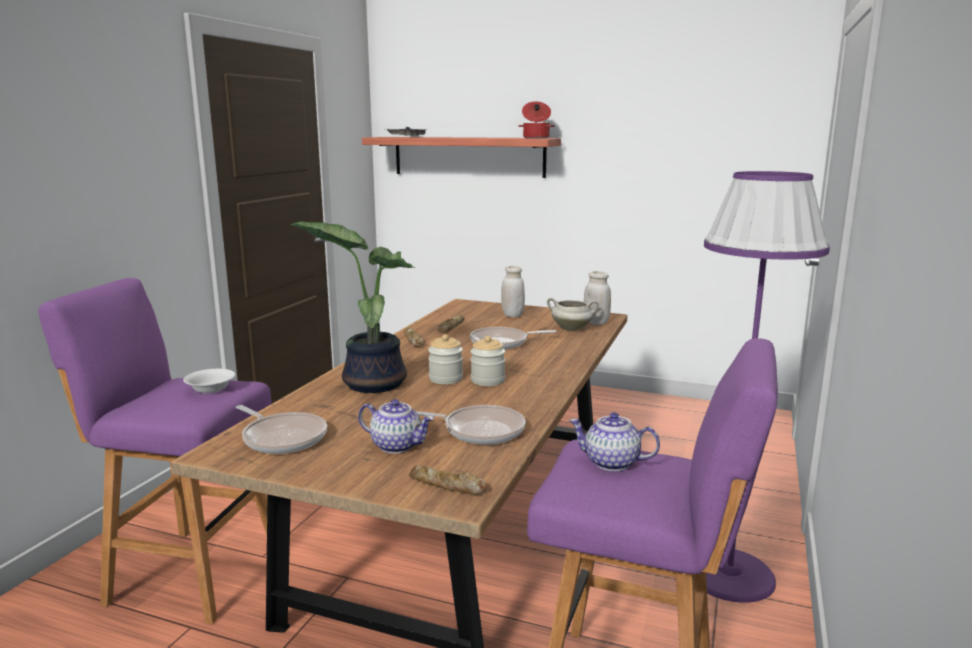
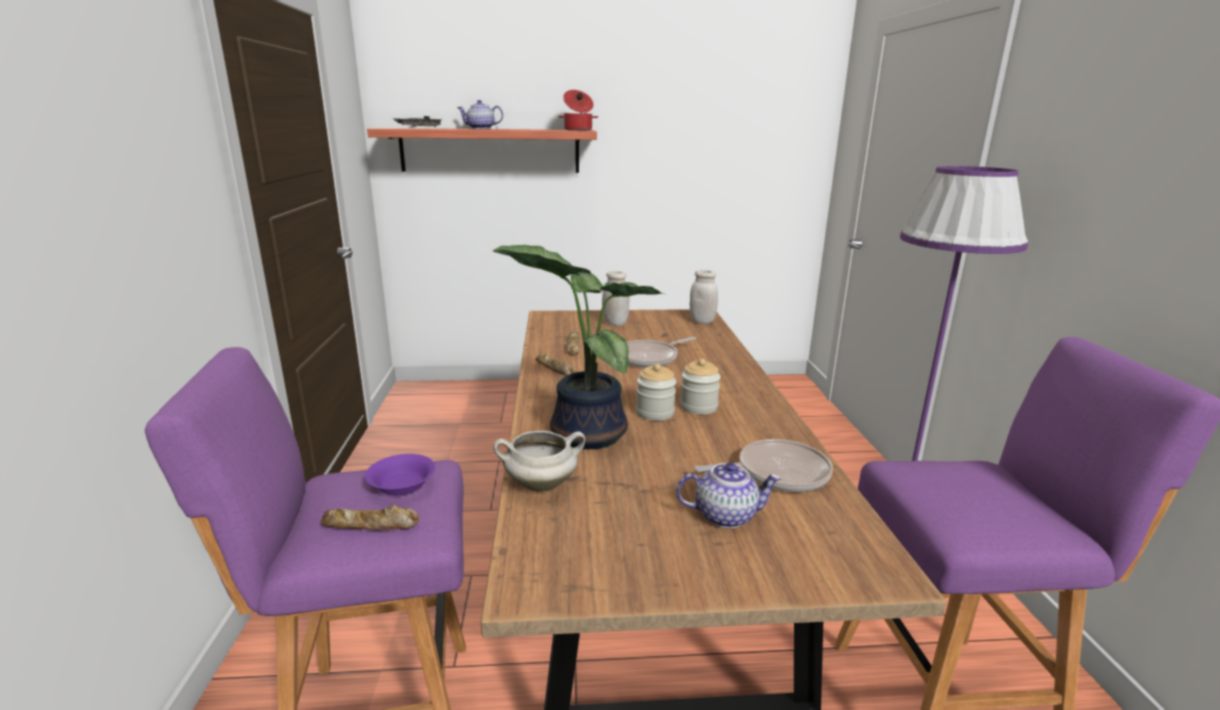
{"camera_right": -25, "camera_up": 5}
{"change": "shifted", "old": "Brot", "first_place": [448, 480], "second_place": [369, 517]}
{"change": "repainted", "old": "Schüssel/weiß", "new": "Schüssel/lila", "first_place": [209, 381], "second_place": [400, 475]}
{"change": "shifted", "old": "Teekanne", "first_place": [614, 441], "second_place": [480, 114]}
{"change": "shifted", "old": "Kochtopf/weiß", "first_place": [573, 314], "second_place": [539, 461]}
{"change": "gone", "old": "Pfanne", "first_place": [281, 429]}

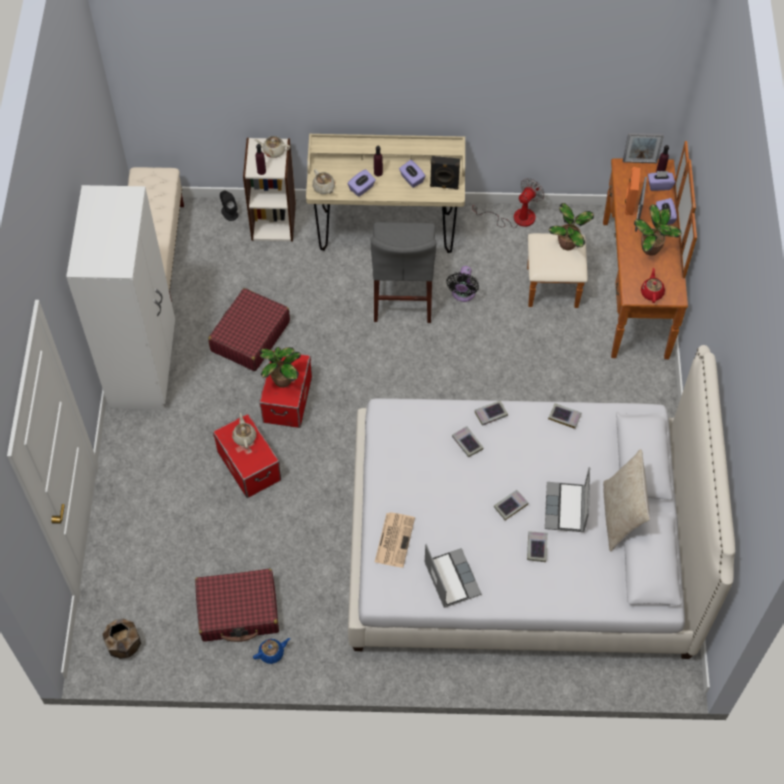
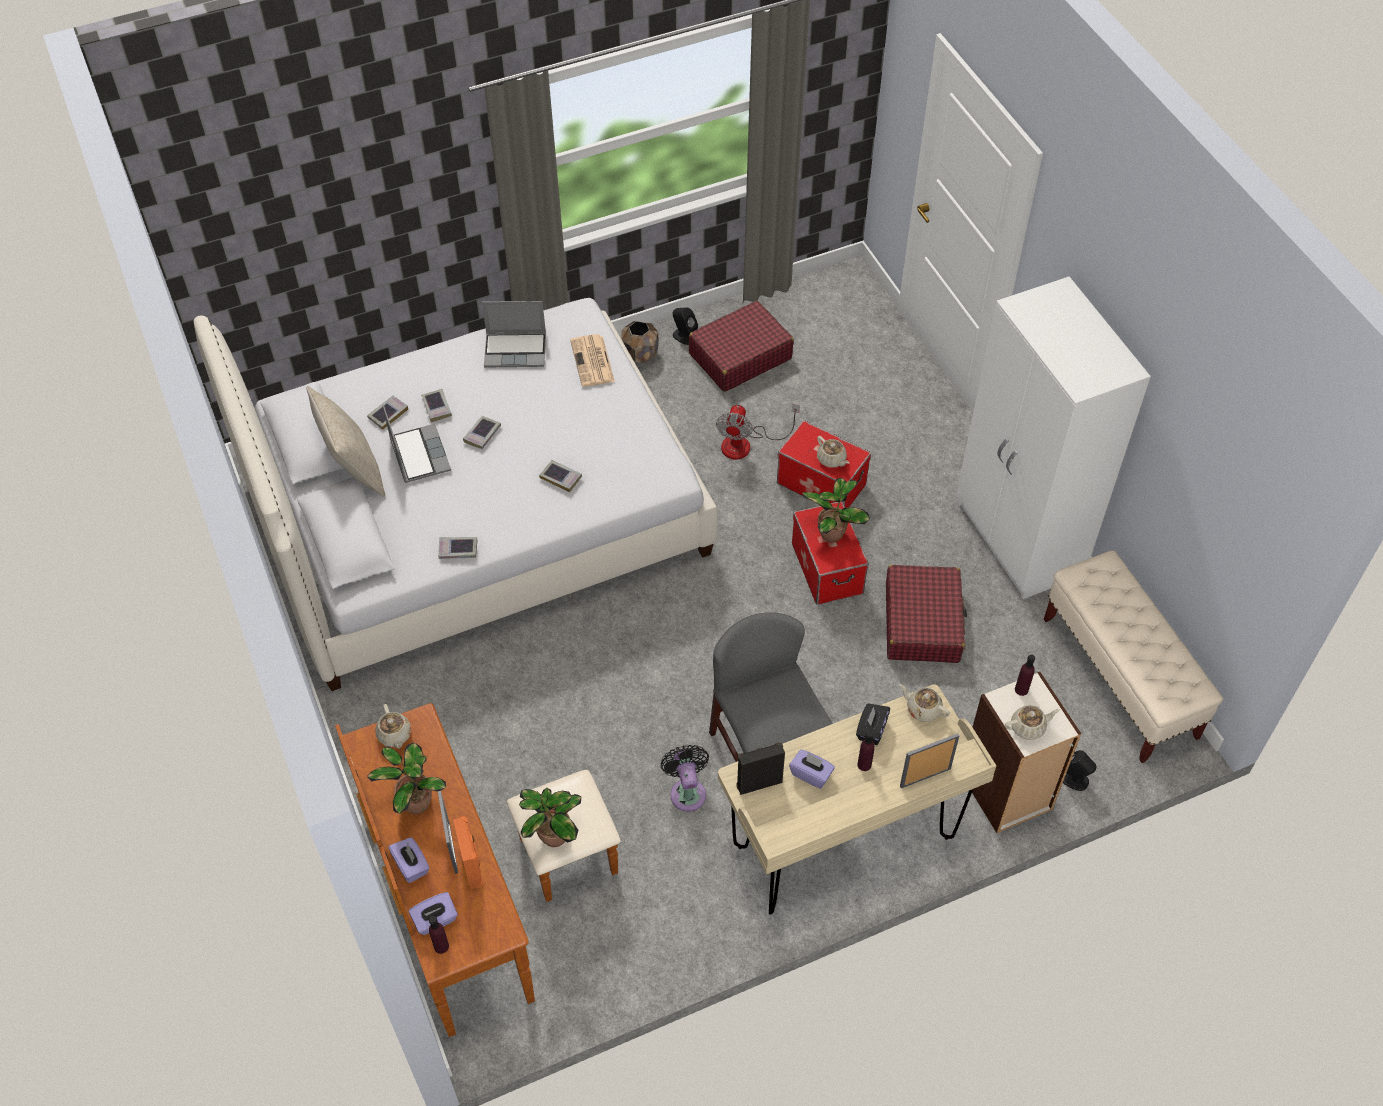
{"camera_right": 155, "camera_up": -5}
{"change": "shifted", "old": "Buch", "first_place": [491, 413], "second_place": [387, 413]}
{"change": "repainted", "old": "Teekanne/rot", "new": "Teekanne/beige", "first_place": [653, 285], "second_place": [393, 726]}
{"change": "rotated", "old": "Laptop", "first_place": [453, 576], "second_place": [514, 334], "degrees": -45}
{"change": "shifted", "old": "Pflanzkübel/braun", "first_place": [122, 639], "second_place": [640, 342]}
{"change": "swapped", "old": "Teekanne/blau", "new": "Lautsprecher/schwarz", "first_place": [271, 651], "second_place": [685, 326]}
{"change": "shifted", "old": "Ventilator", "first_place": [508, 203], "second_place": [758, 432]}
{"change": "repainted", "old": "Taschentuchbox/lila", "new": "Taschentuchbox/schwarz", "first_place": [361, 183], "second_place": [873, 724]}
{"change": "shifted", "old": "Bilderrahmen", "first_place": [643, 148], "second_place": [929, 760]}

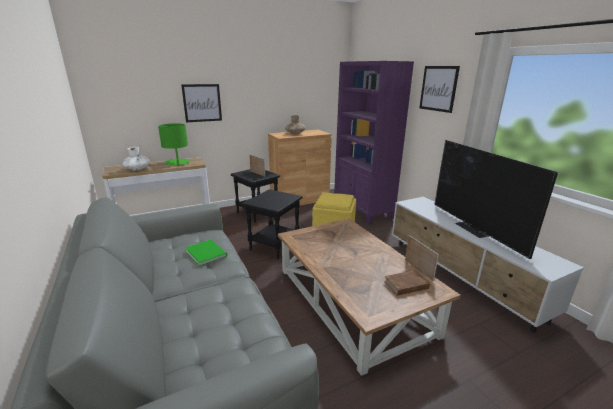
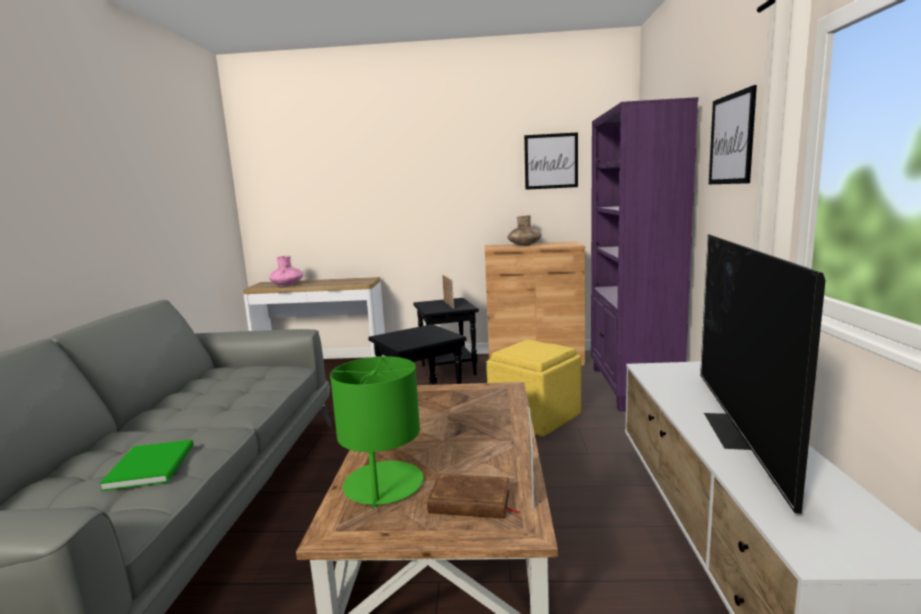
{"camera_right": 30, "camera_up": -10}
{"change": "shifted", "old": "Buch/grün", "first_place": [206, 252], "second_place": [146, 465]}
{"change": "repainted", "old": "Vase/weiß", "new": "Vase/rosa", "first_place": [136, 158], "second_place": [286, 271]}
{"change": "shifted", "old": "Tischlampe/grün", "first_place": [174, 144], "second_place": [377, 433]}
{"change": "shifted", "old": "Bild", "first_place": [201, 103], "second_place": [551, 161]}

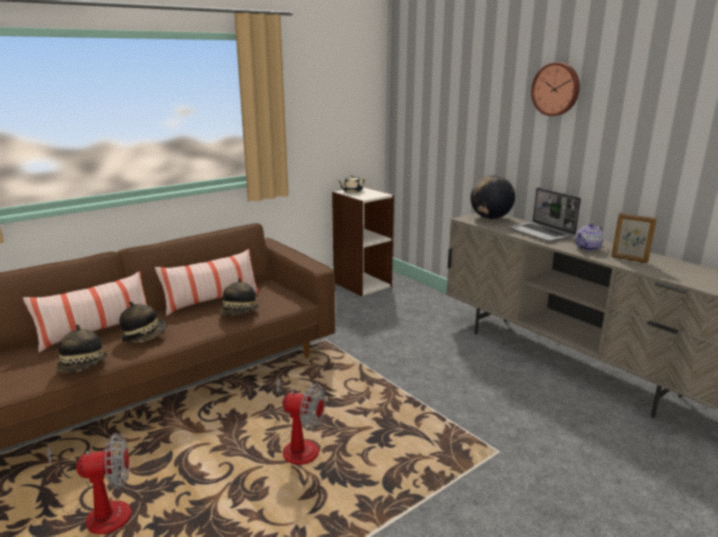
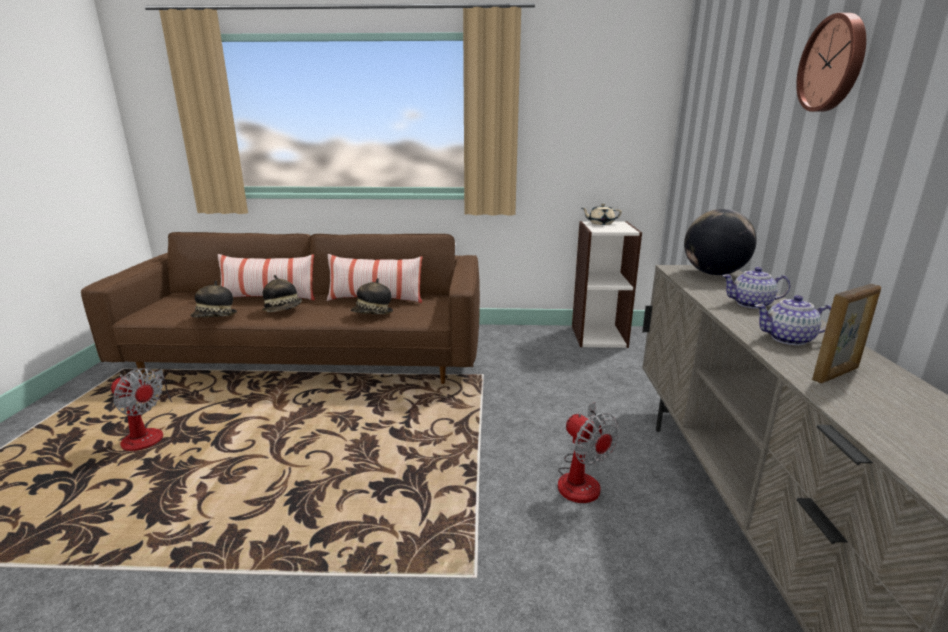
{"camera_right": 40, "camera_up": 0}
{"change": "shifted", "old": "Ventilator", "first_place": [300, 421], "second_place": [588, 452]}
{"change": "swapped", "old": "Laptop", "new": "Teekanne", "first_place": [544, 215], "second_place": [756, 288]}
{"change": "rotated", "old": "Bilderrahmen", "first_place": [634, 238], "second_place": [846, 333], "degrees": -105}

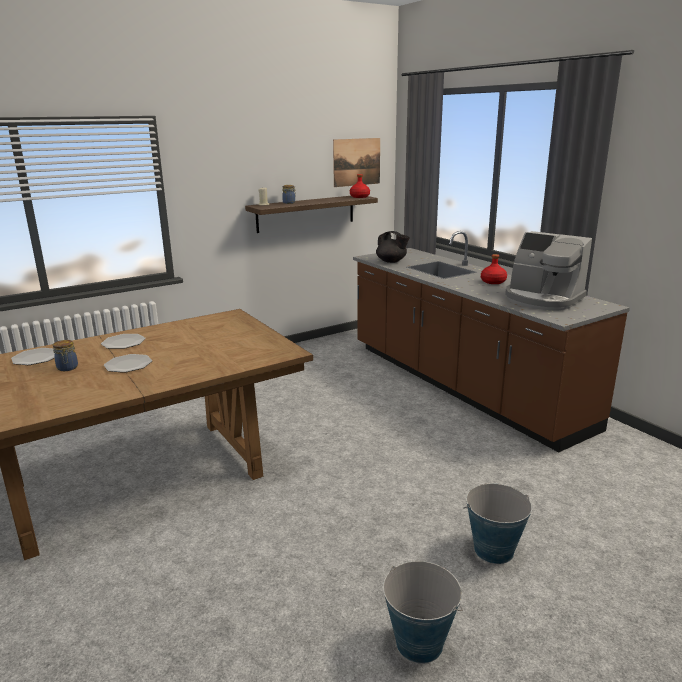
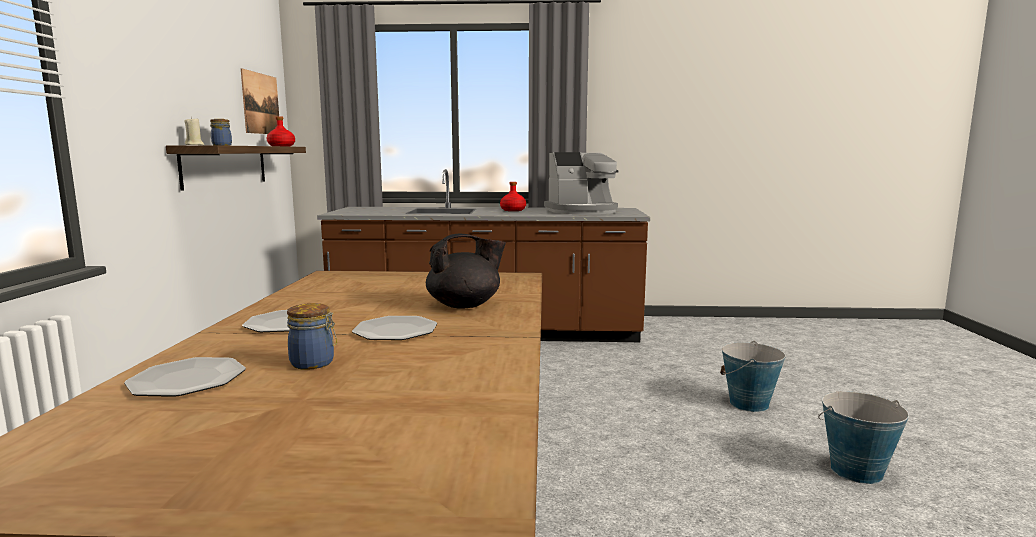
{"camera_right": -55, "camera_up": -10}
{"change": "shifted", "old": "Teekanne/schwarz", "first_place": [393, 247], "second_place": [466, 271]}

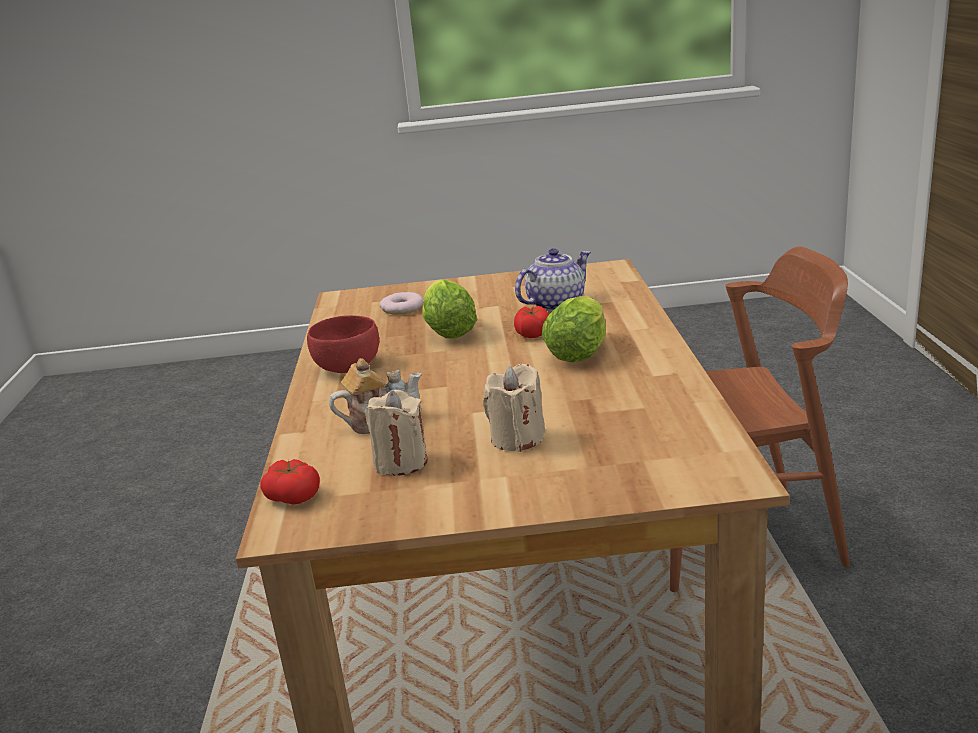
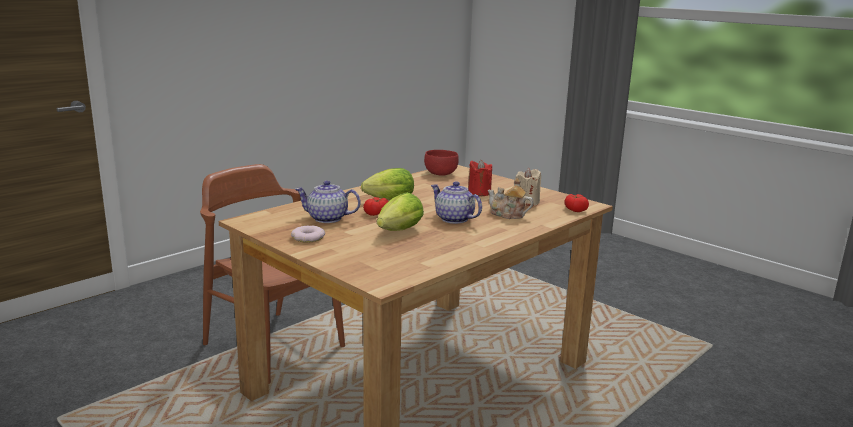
{"camera_right": -135, "camera_up": -5}
{"change": "shifted", "old": "Donut", "first_place": [401, 303], "second_place": [308, 234]}
{"change": "shifted", "old": "Schüssel/rot", "first_place": [343, 344], "second_place": [441, 163]}
{"change": "new", "new": "Teekanne", "second_place": [456, 202]}
{"change": "repainted", "old": "Kerze/beige", "new": "Kerze/rot", "first_place": [514, 408], "second_place": [480, 178]}

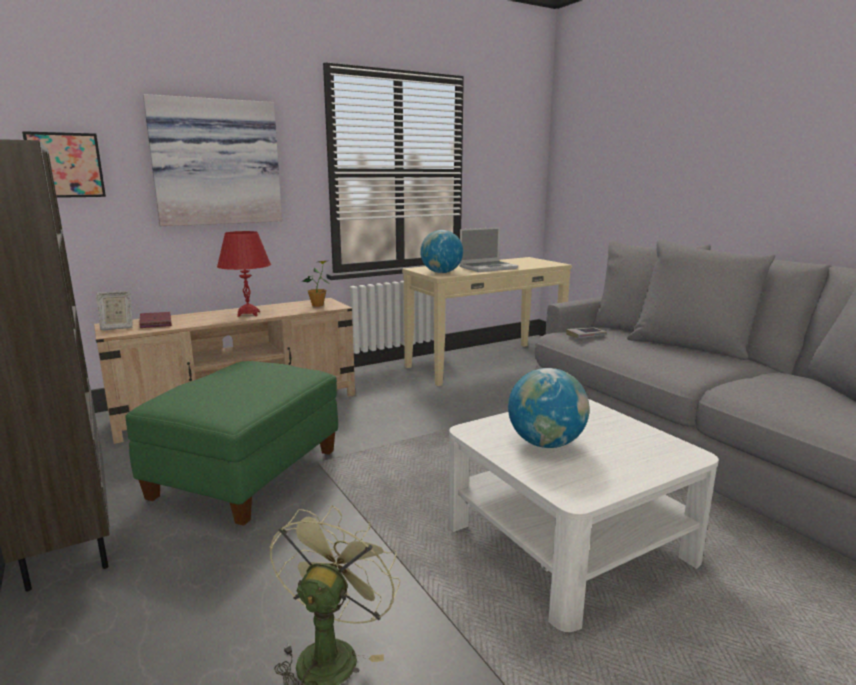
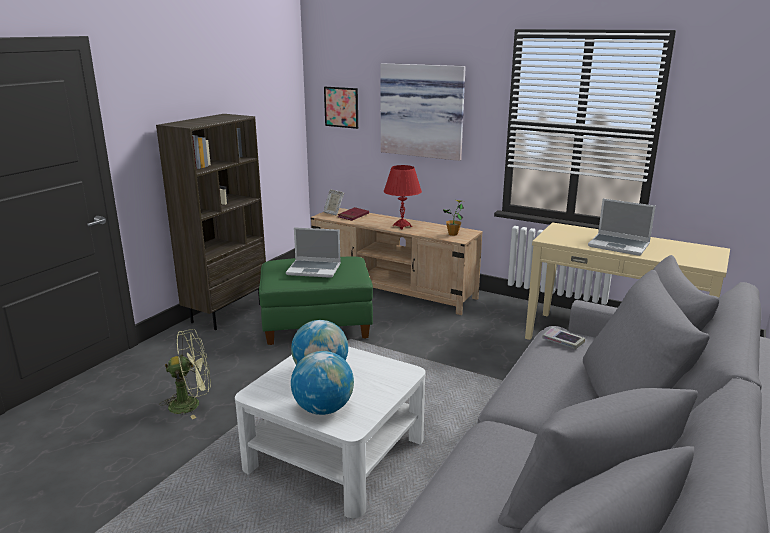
{"camera_right": 60, "camera_up": 5}
{"change": "new", "new": "Laptop", "second_place": [313, 252]}
{"change": "shifted", "old": "Globus", "first_place": [441, 251], "second_place": [322, 383]}

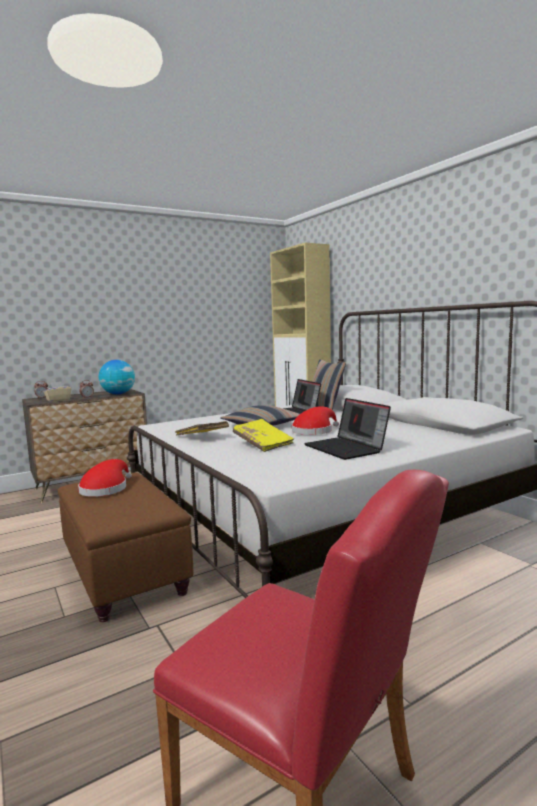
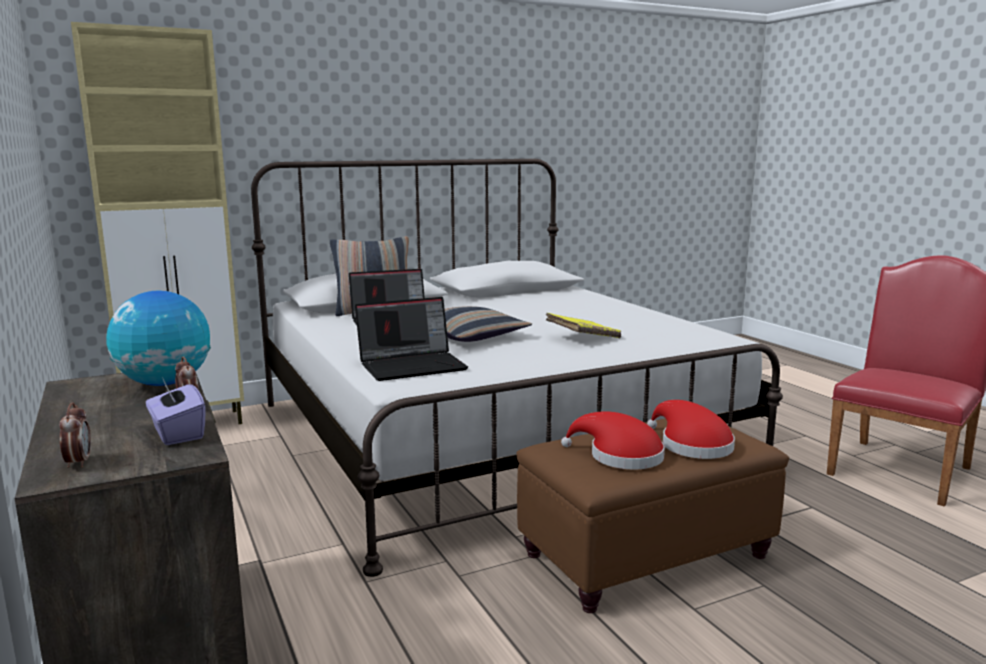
{"camera_right": -85, "camera_up": 5}
{"change": "repainted", "old": "Taschentuchbox/beige", "new": "Taschentuchbox/lila", "first_place": [57, 392], "second_place": [176, 411]}
{"change": "shifted", "old": "Laptop", "first_place": [347, 429], "second_place": [411, 339]}
{"change": "shifted", "old": "Hut/rot", "first_place": [315, 420], "second_place": [691, 429]}
{"change": "gone", "old": "Buch/gelb", "first_place": [202, 428]}

